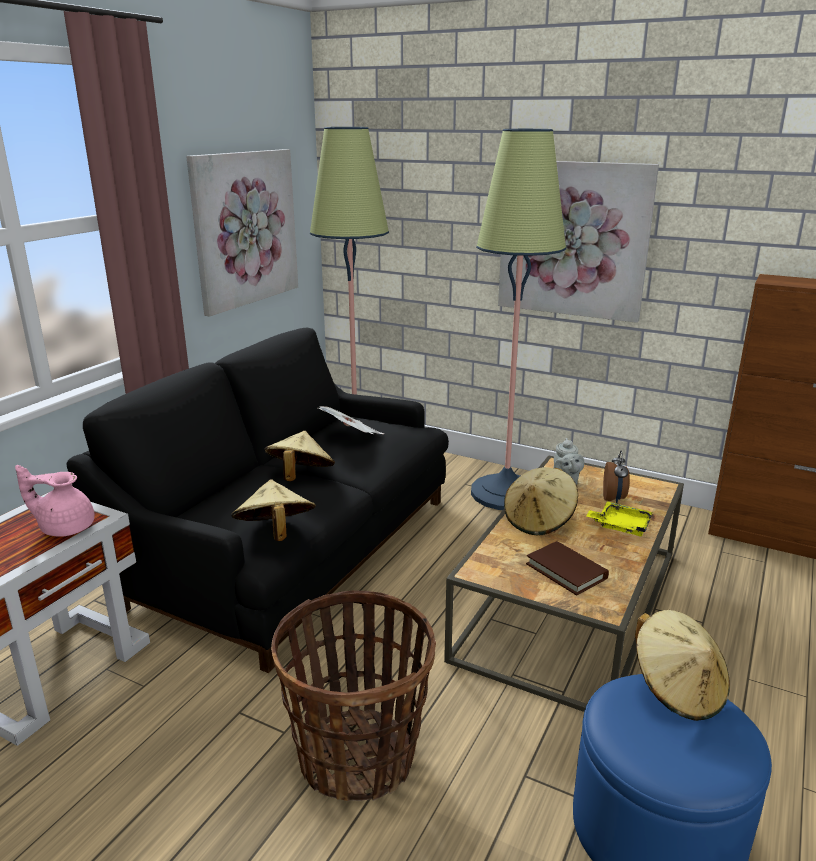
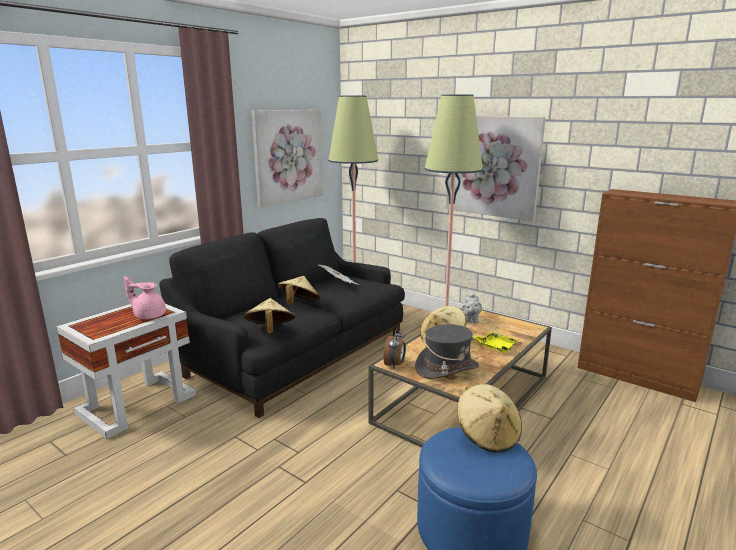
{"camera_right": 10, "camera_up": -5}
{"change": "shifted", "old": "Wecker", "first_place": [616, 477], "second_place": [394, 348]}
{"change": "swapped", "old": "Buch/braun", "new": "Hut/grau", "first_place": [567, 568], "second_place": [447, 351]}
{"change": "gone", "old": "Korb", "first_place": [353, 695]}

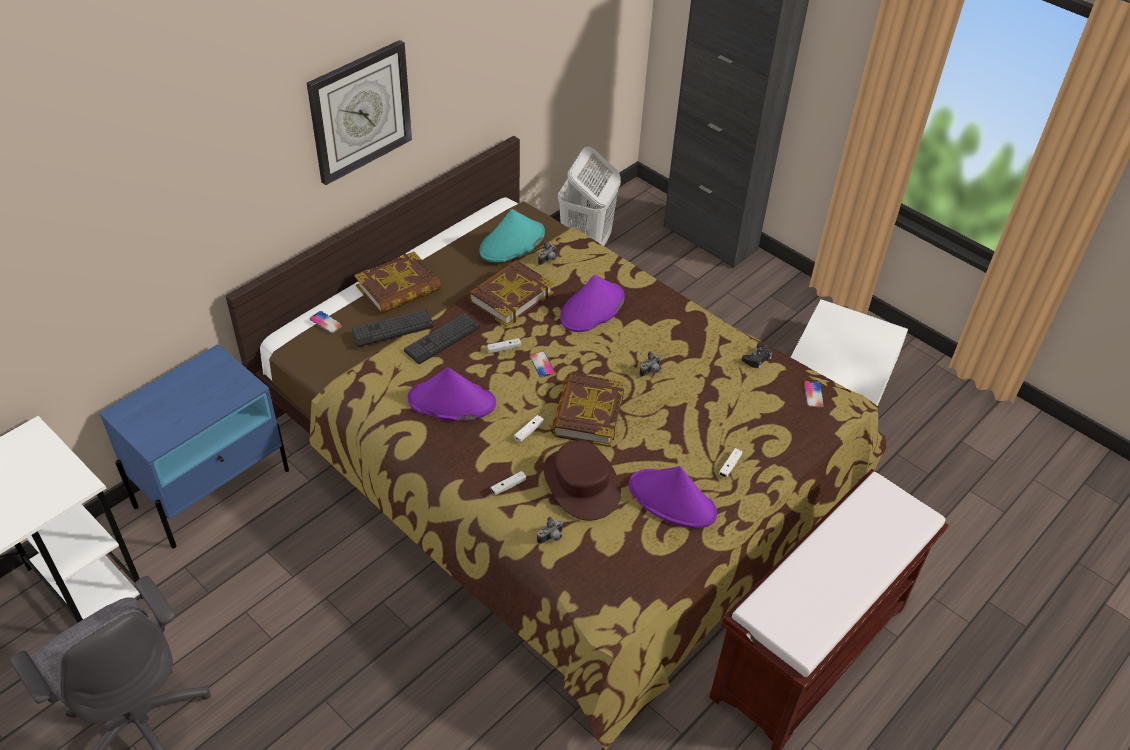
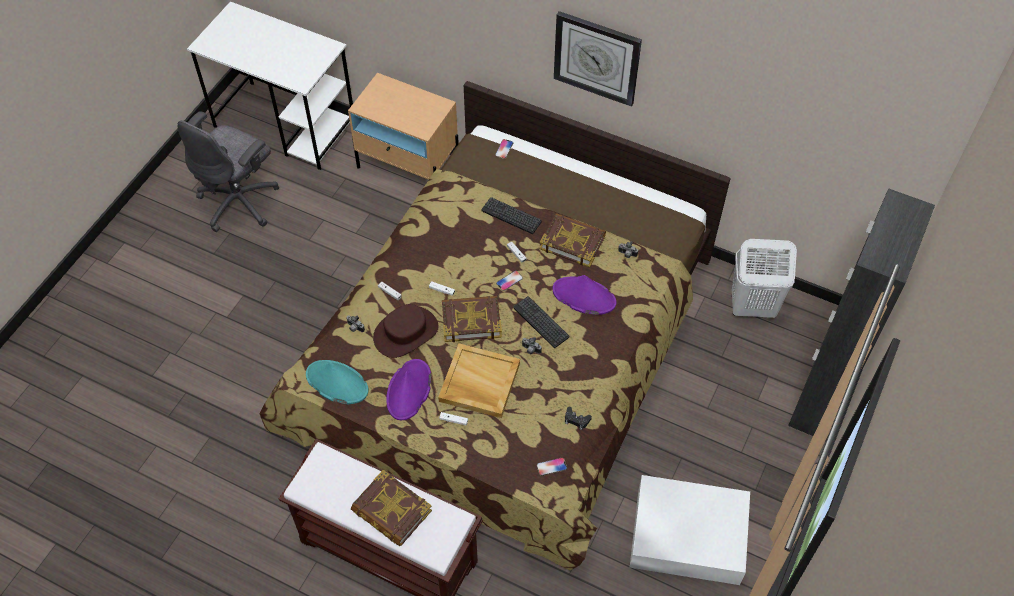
{"camera_right": 75, "camera_up": 10}
{"change": "shifted", "old": "Hut/türkis", "first_place": [512, 236], "second_place": [337, 382]}
{"change": "repainted", "old": "Nachttisch/blau", "new": "Nachttisch/beige", "first_place": [194, 446], "second_place": [403, 126]}
{"change": "shifted", "old": "Buch", "first_place": [398, 282], "second_place": [391, 508]}
{"change": "new", "new": "Tablett/beige", "second_place": [479, 381]}
{"change": "shifted", "old": "Tastatur", "first_place": [393, 328], "second_place": [541, 322]}
{"change": "gone", "old": "Hut/lila", "first_place": [451, 394]}

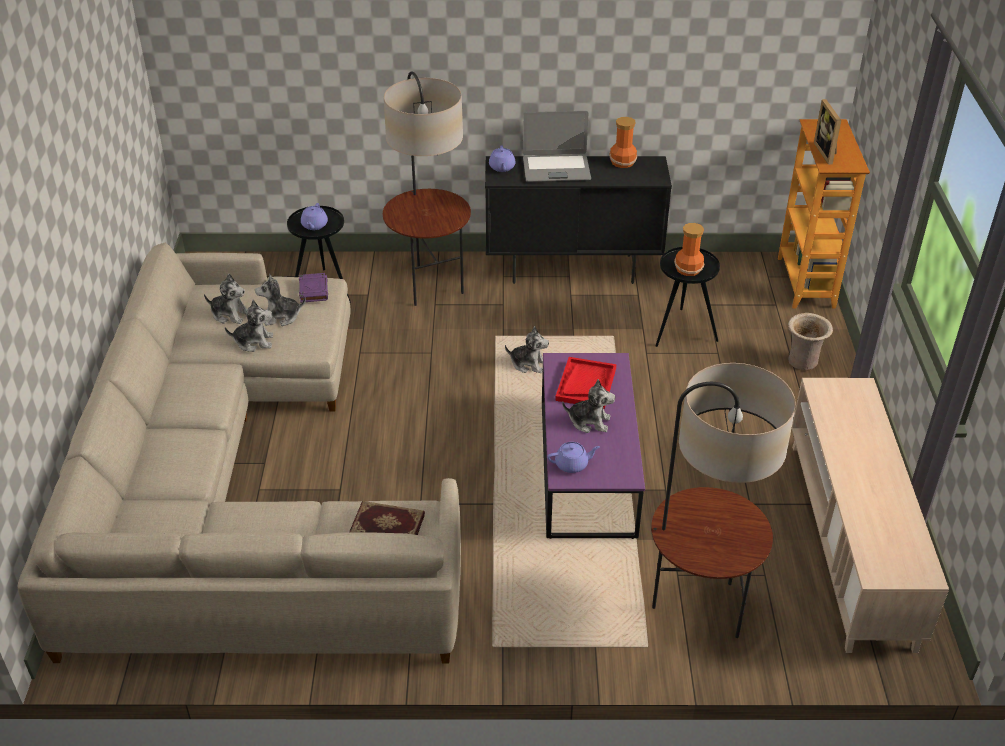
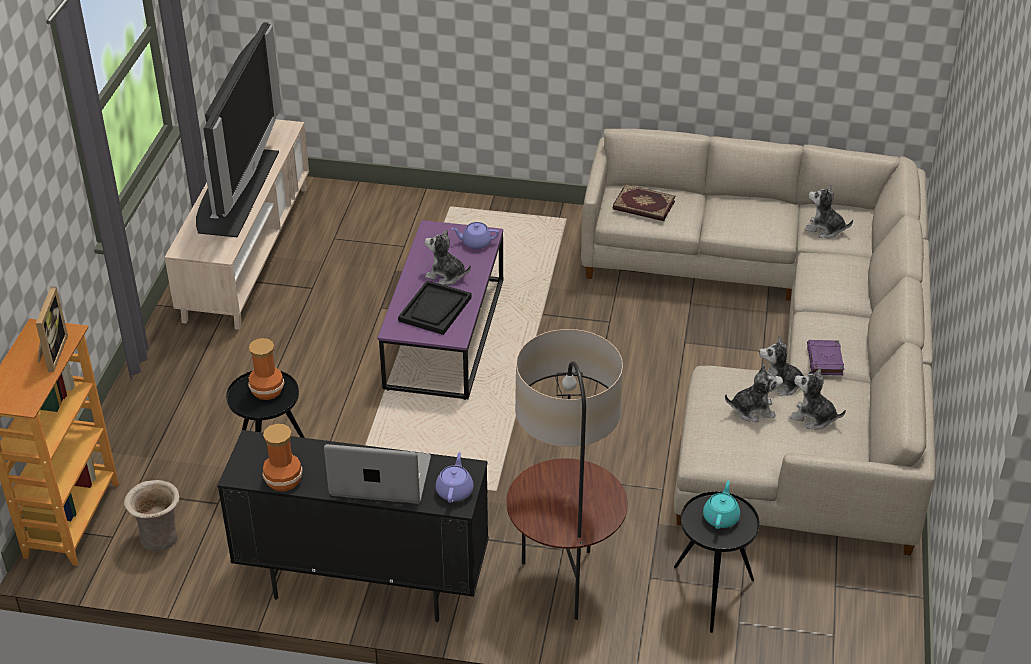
{"camera_right": -170, "camera_up": 0}
{"change": "shifted", "old": "Vase/beige", "first_place": [810, 341], "second_place": [152, 515]}
{"change": "new", "new": "Fernseher", "second_place": [239, 129]}
{"change": "repainted", "old": "Tablett/rot", "new": "Tablett/schwarz", "first_place": [585, 383], "second_place": [435, 307]}
{"change": "repainted", "old": "Teekanne/lila", "new": "Teekanne/türkis", "first_place": [314, 216], "second_place": [721, 505]}
{"change": "shifted", "old": "Plüschtier", "first_place": [527, 349], "second_place": [829, 211]}
{"change": "shifted", "old": "Buch/lila", "first_place": [313, 288], "second_place": [825, 357]}
{"change": "gone", "old": "Stehlampe", "first_place": [723, 500]}

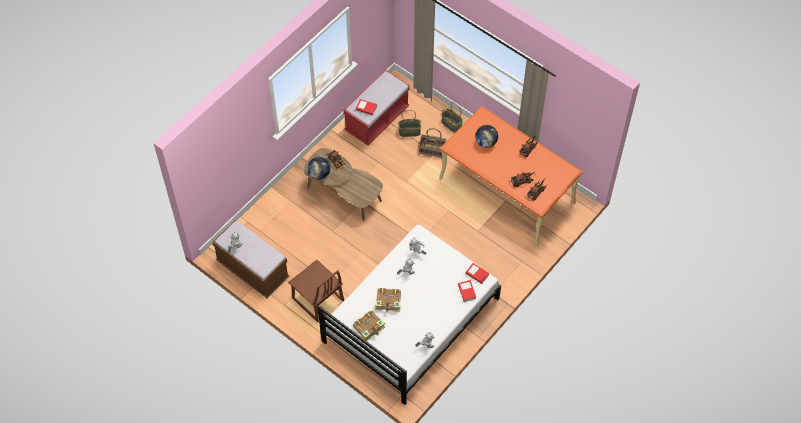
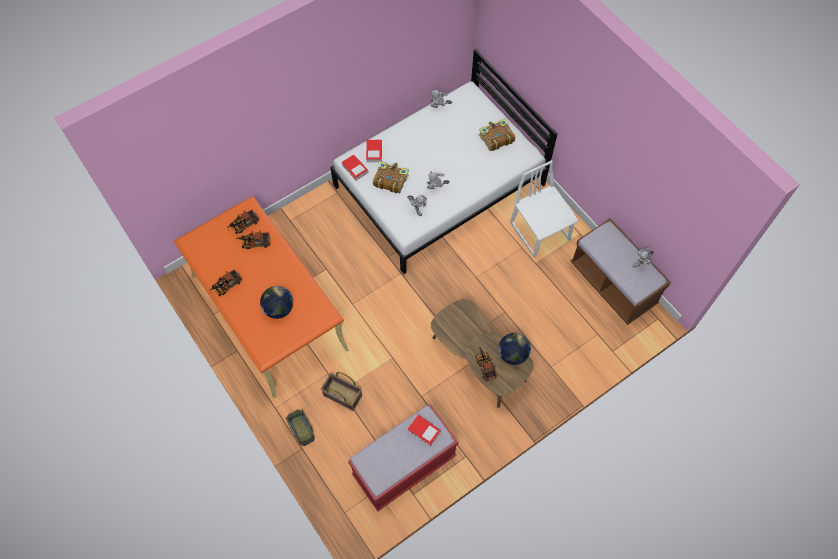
{"camera_right": -165, "camera_up": 5}
{"change": "shifted", "old": "Buch", "first_place": [388, 300], "second_place": [391, 177]}
{"change": "repainted", "old": "Stuhl/braun", "new": "Stuhl/weiß", "first_place": [316, 291], "second_place": [544, 209]}
{"change": "gone", "old": "Korb", "first_place": [409, 123]}

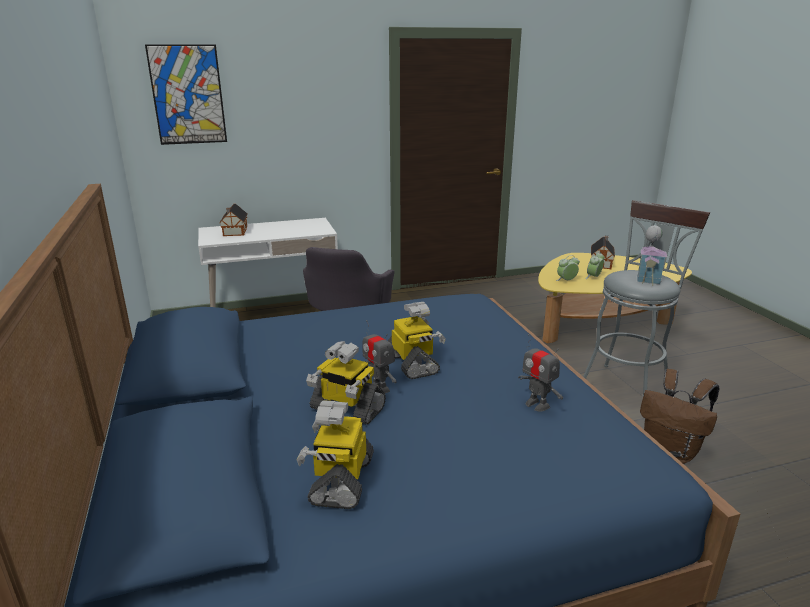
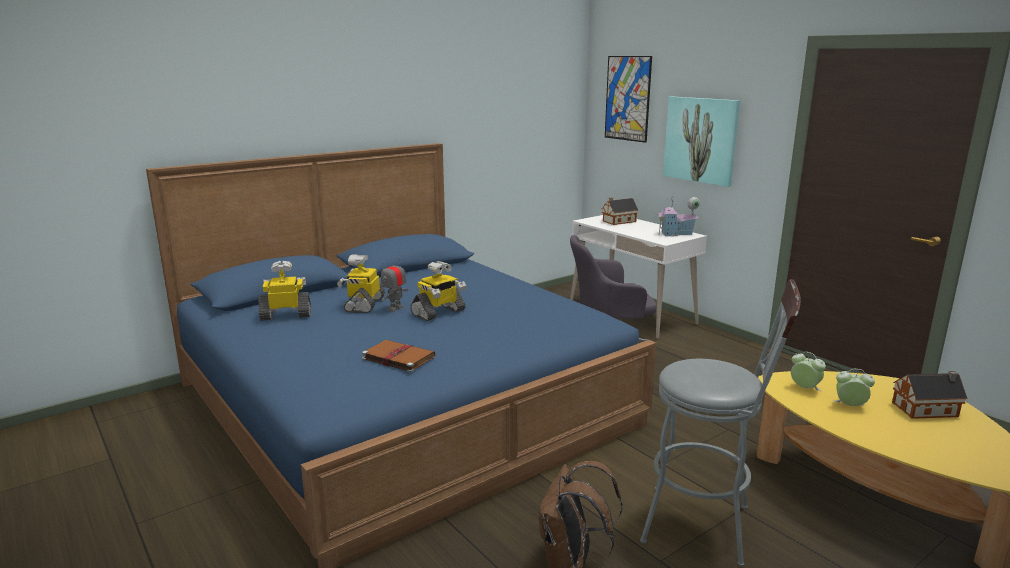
{"camera_right": 70, "camera_up": -5}
{"change": "swapped", "old": "Spielzeugroboter", "new": "Buch/braun", "first_place": [540, 372], "second_place": [399, 356]}
{"change": "shifted", "old": "Spielzeughaus", "first_place": [652, 255], "second_place": [678, 215]}
{"change": "new", "new": "Bild", "second_place": [701, 141]}

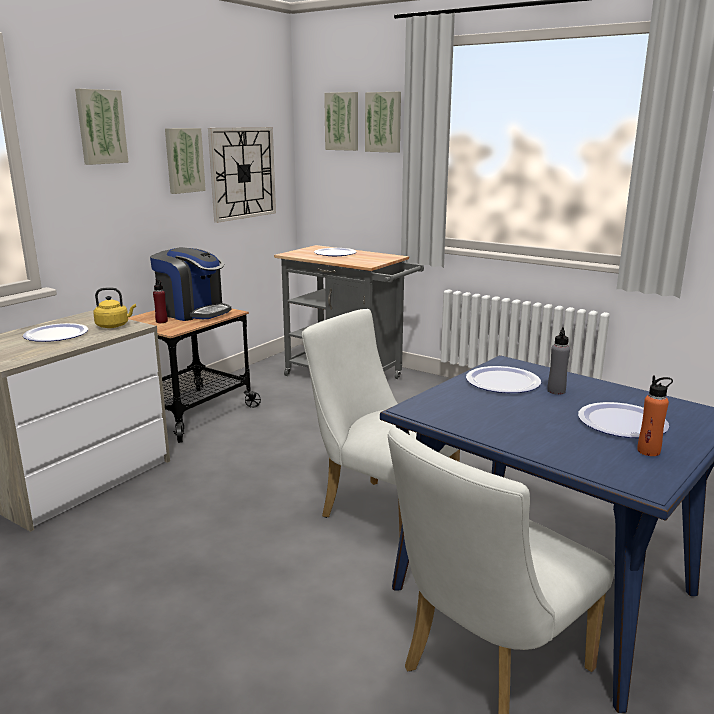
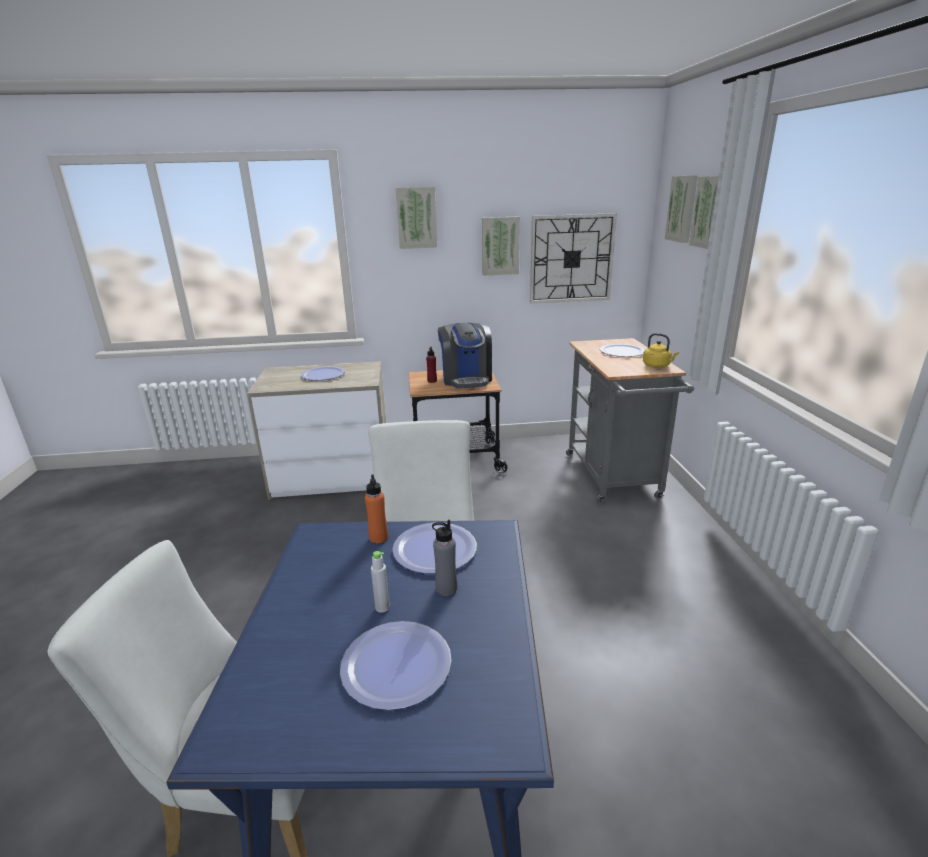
{"camera_right": 50, "camera_up": 5}
{"change": "shifted", "old": "Flasche/orange", "first_place": [655, 415], "second_place": [376, 509]}
{"change": "new", "new": "Flasche/grau", "second_place": [380, 582]}
{"change": "shifted", "old": "Wasserkessel/gelb", "first_place": [114, 307], "second_place": [661, 350]}

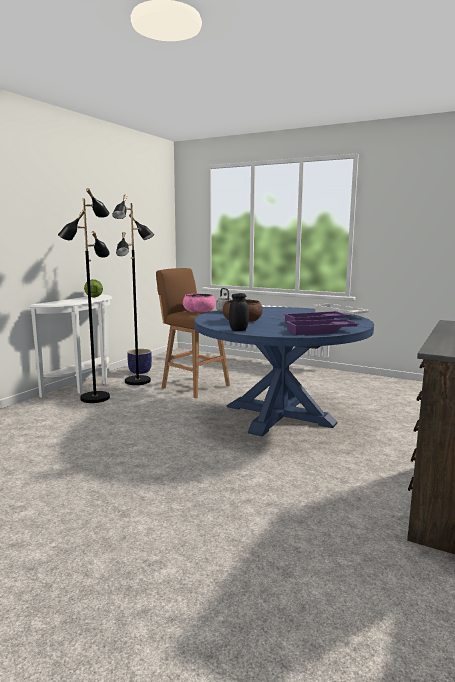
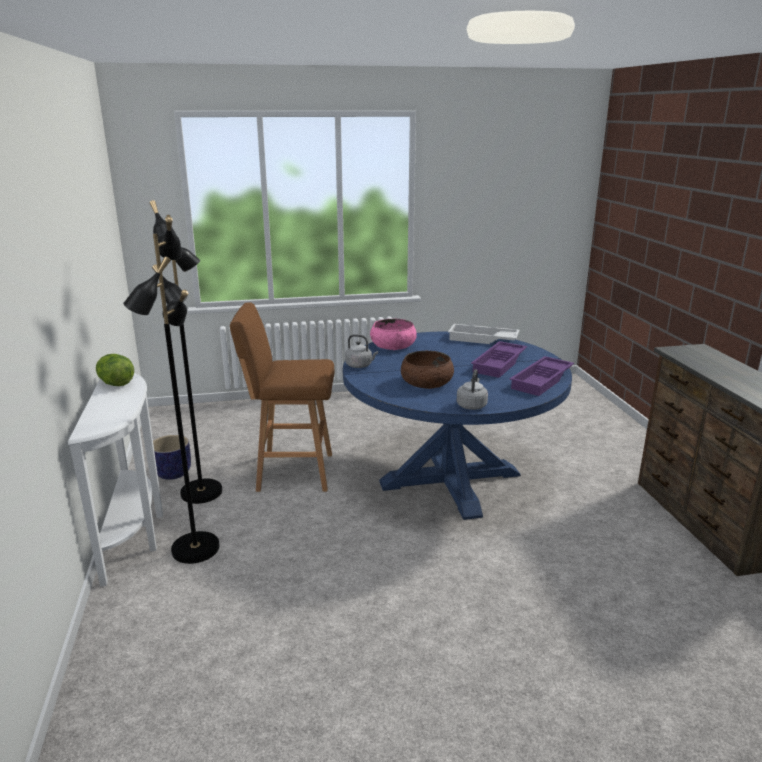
{"camera_right": -40, "camera_up": 10}
{"change": "shifted", "old": "Schüssel/rosa", "first_place": [199, 303], "second_place": [393, 334]}
{"change": "swapped", "old": "Vorratsglas/schwarz", "new": "Wasserkessel/grau", "first_place": [239, 312], "second_place": [472, 389]}

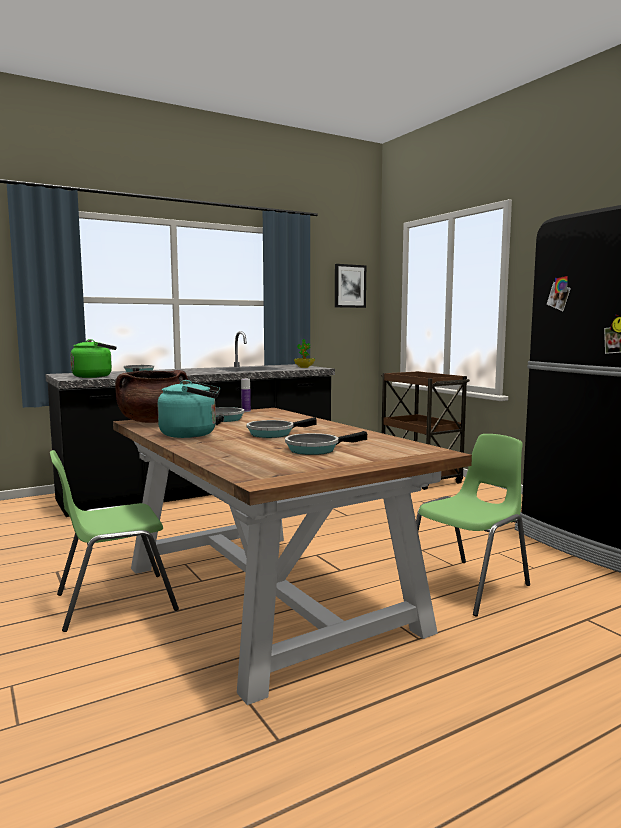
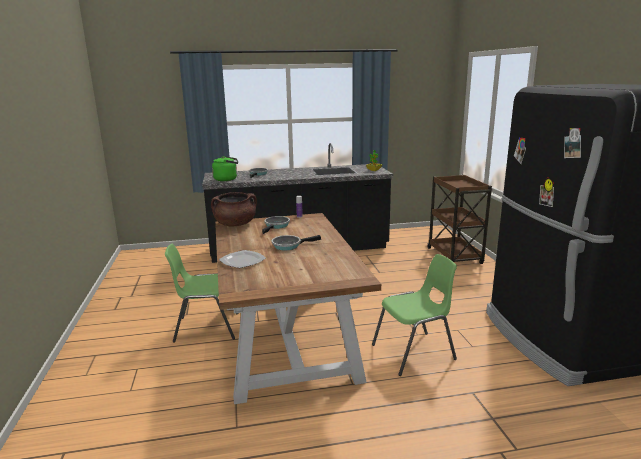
{"camera_right": 20, "camera_up": 10}
{"change": "new", "new": "Teller", "second_place": [242, 259]}
{"change": "gone", "old": "Wasserkessel/türkis", "first_place": [189, 409]}
{"change": "gone", "old": "Pfanne", "first_place": [326, 443]}
{"change": "gone", "old": "Bild", "first_place": [350, 286]}

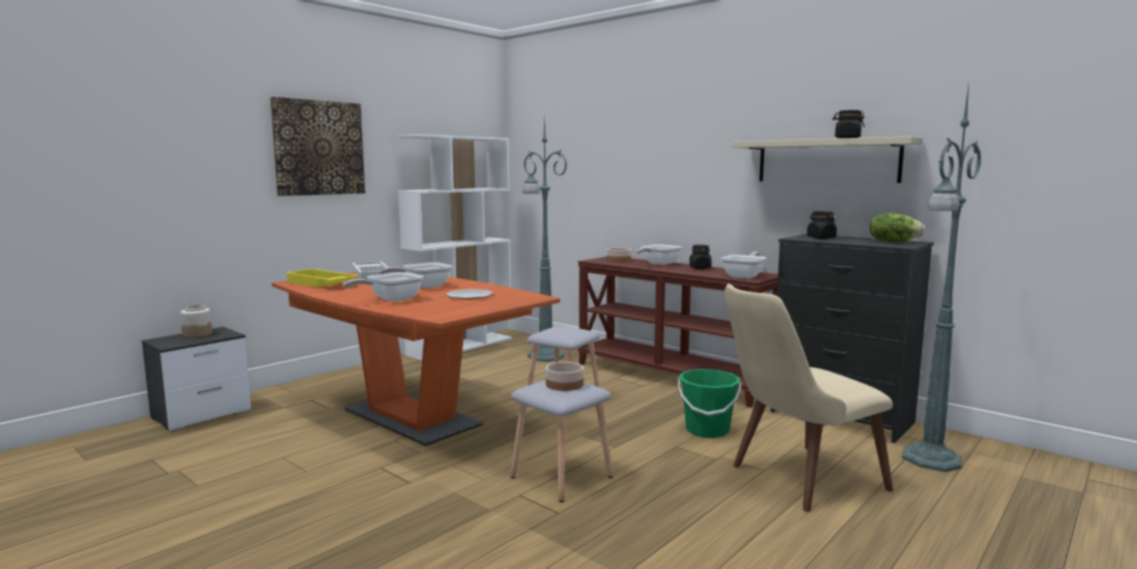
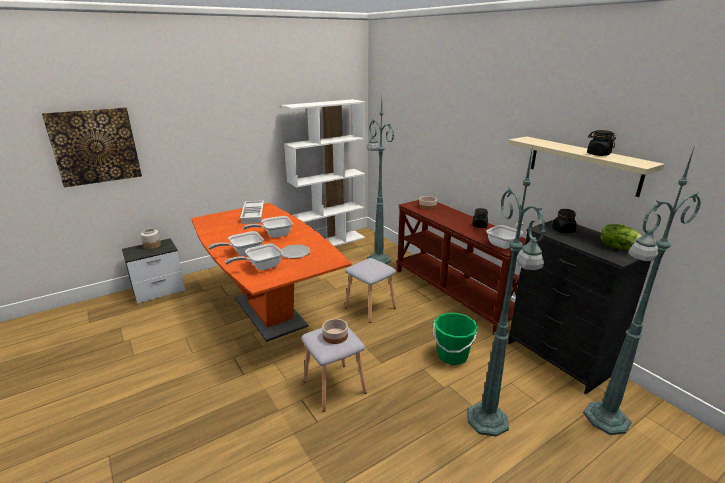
{"camera_right": 15, "camera_up": 15}
{"change": "shifted", "old": "Bild", "first_place": [317, 146], "second_place": [92, 147]}
{"change": "shifted", "old": "Pfanne", "first_place": [659, 254], "second_place": [254, 256]}
{"change": "swapped", "old": "Stuhl/beige", "new": "Stehlampe/grün", "first_place": [809, 398], "second_place": [506, 291]}
{"change": "gone", "old": "Tablett/gelb", "first_place": [322, 278]}

